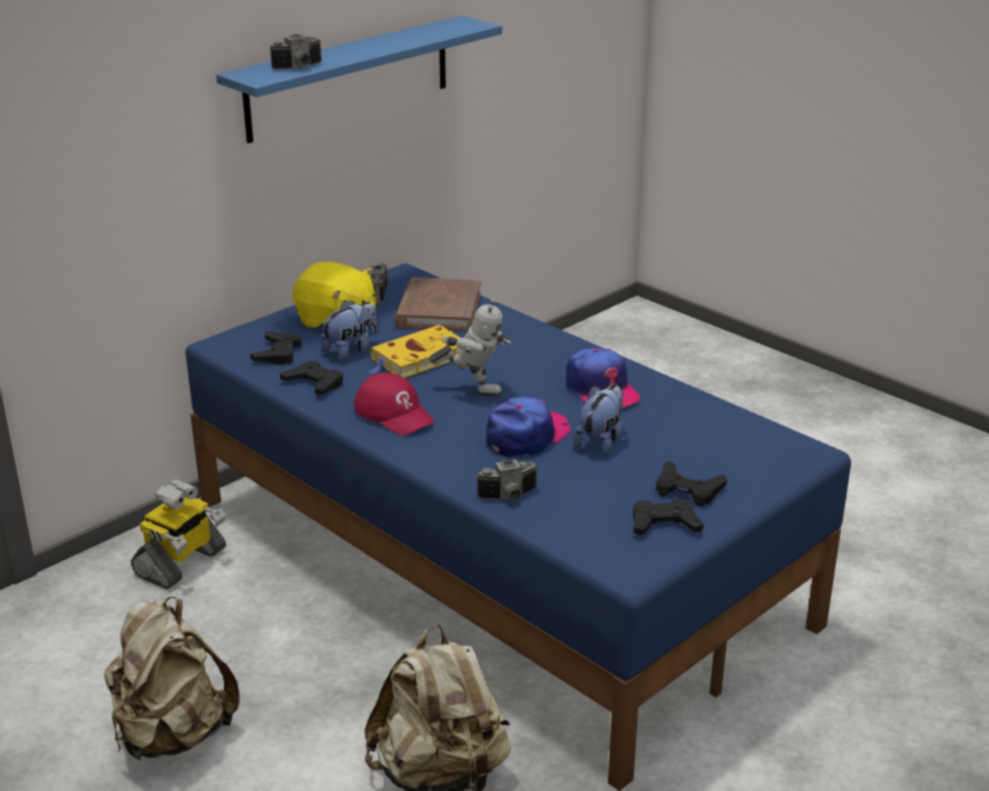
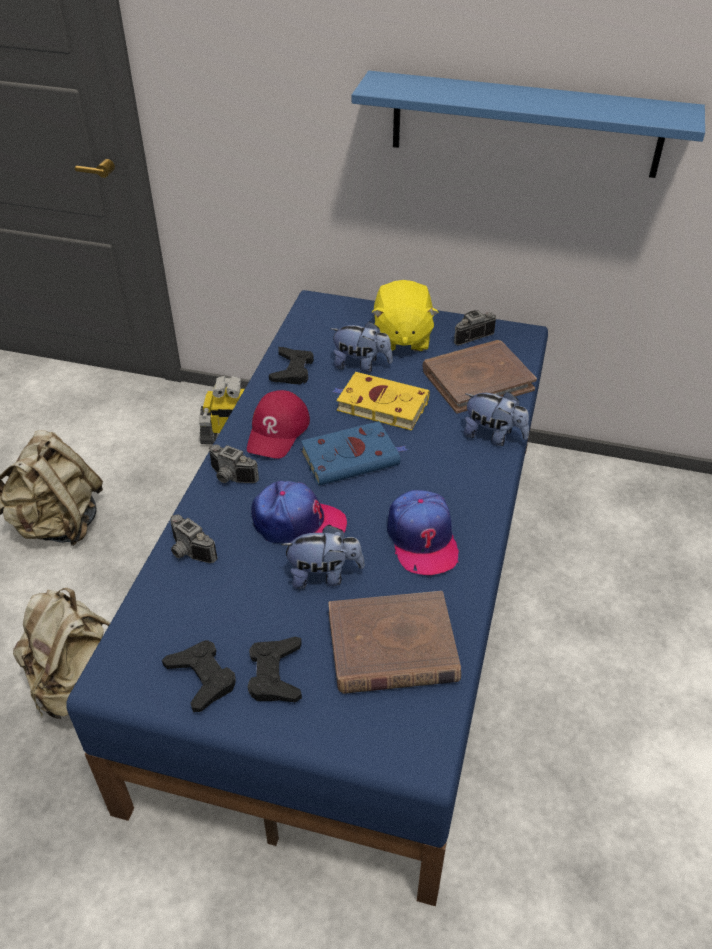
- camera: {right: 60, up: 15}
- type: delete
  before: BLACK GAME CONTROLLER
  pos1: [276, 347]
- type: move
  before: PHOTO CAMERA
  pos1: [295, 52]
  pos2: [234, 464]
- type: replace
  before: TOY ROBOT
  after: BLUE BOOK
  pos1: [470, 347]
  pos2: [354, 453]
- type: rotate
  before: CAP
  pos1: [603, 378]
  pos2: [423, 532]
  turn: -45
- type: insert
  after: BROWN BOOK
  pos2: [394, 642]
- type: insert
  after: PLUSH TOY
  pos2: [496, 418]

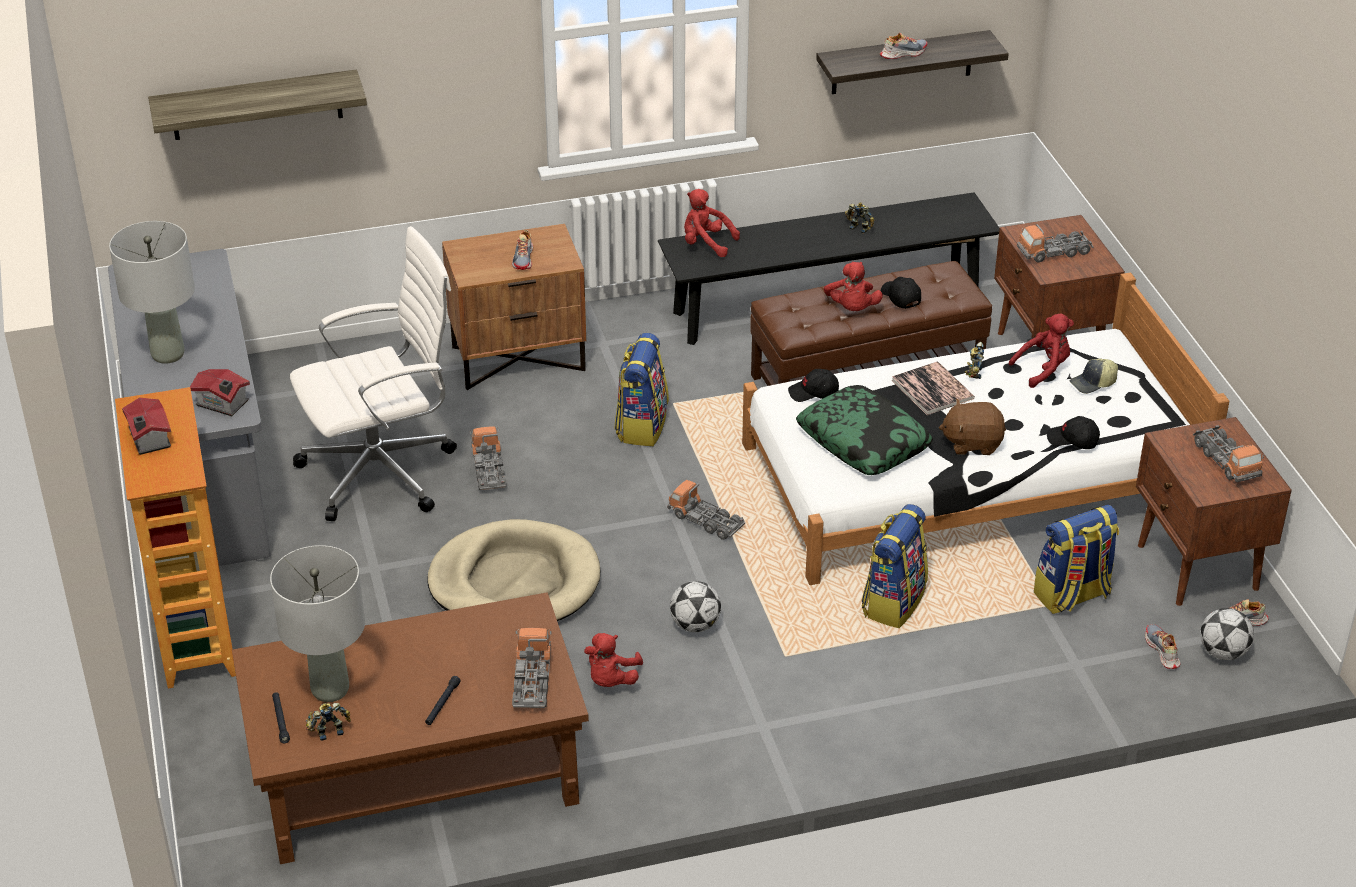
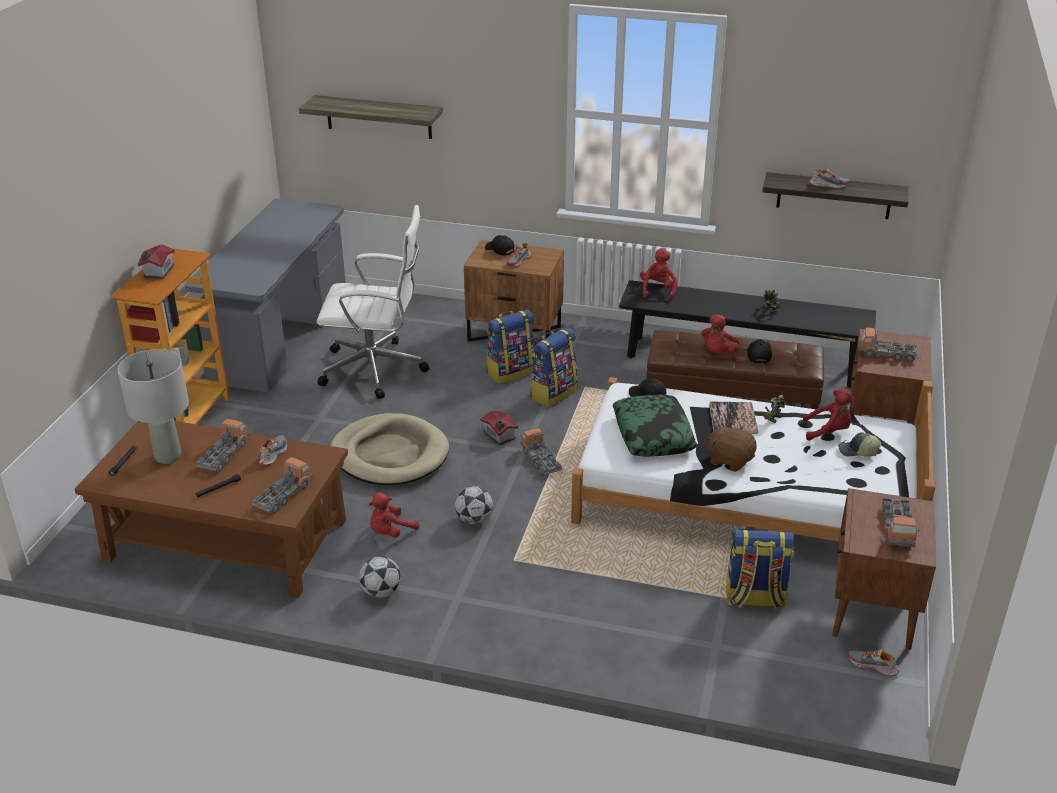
- camera: {right: 30, up: -5}
- type: delete
  before: GREY TABLE LAMP
  pos1: [152, 292]
- type: move
  before: TOY HOUSE
  pos1: [220, 392]
  pos2: [499, 428]
- type: delete
  before: TOY ROBOT
  pos1: [328, 722]
- type: move
  before: TOY TRUCK
  pos1: [488, 458]
  pos2: [222, 445]
- type: rotate
  before: RED PLUSH TOY
  pos1: [712, 223]
  pos2: [659, 274]
  turn: 45
- type: move
  before: BACKPACK
  pos1: [894, 566]
  pos2: [511, 346]
- type: move
  before: BLACK CAP
  pos1: [1073, 432]
  pos2: [499, 245]
- type: move
  before: SHOE
  pos1: [1162, 646]
  pos2: [273, 450]
- type: move
  before: FOOTBALL
  pos1: [1227, 634]
  pos2: [380, 577]

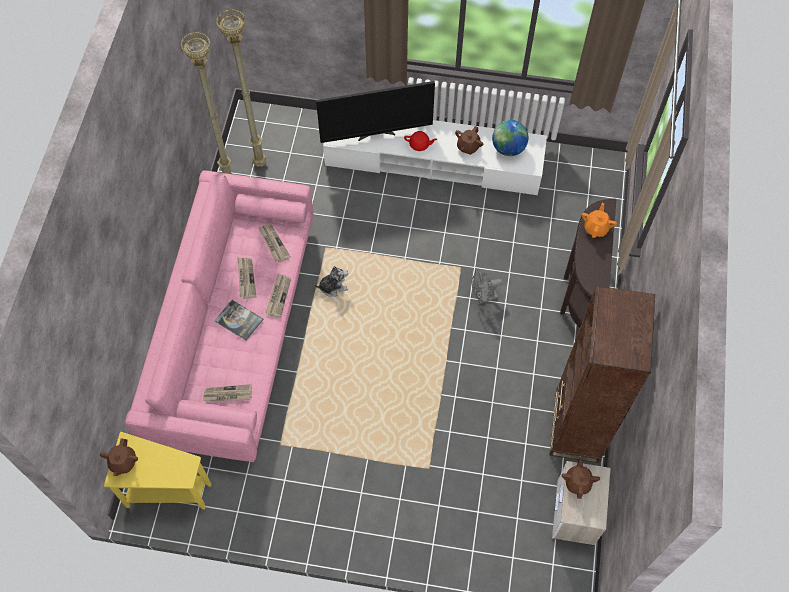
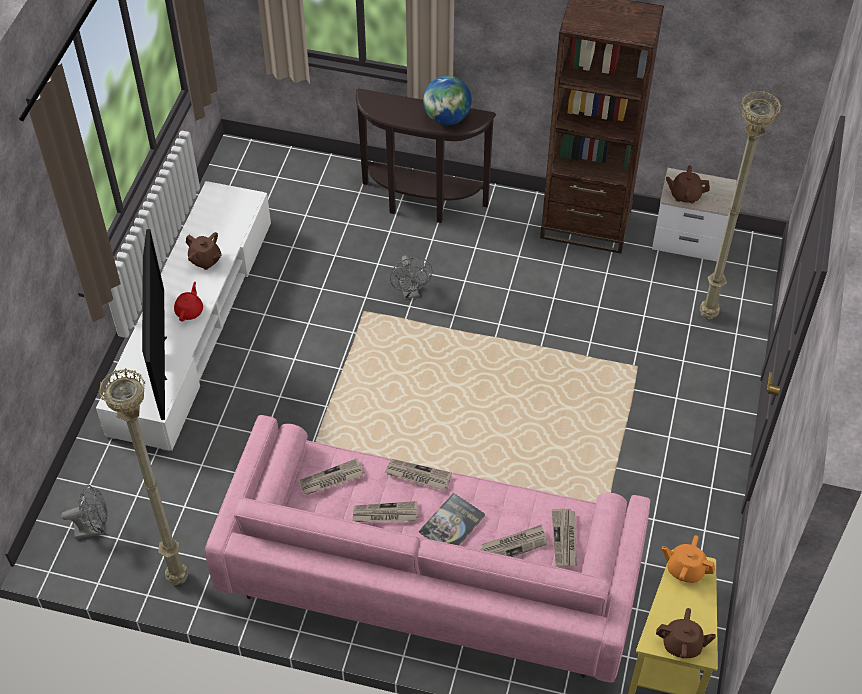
- camera: {right: -85, up: -10}
- type: move
  before: BEIGE FLOOR LAMP
  pos1: [241, 88]
  pos2: [741, 204]
- type: delete
  before: PLUSH TOY
  pos1: [331, 281]
- type: move
  before: GLOBE
  pos1: [510, 138]
  pos2: [447, 100]
- type: move
  before: ORANGE TEAPOT
  pos1: [599, 220]
  pos2: [688, 559]
- type: insert
  after: GREY FAN
  pos2: [84, 512]
- type: insert
  after: NEWSPAPER
  pos2: [513, 541]

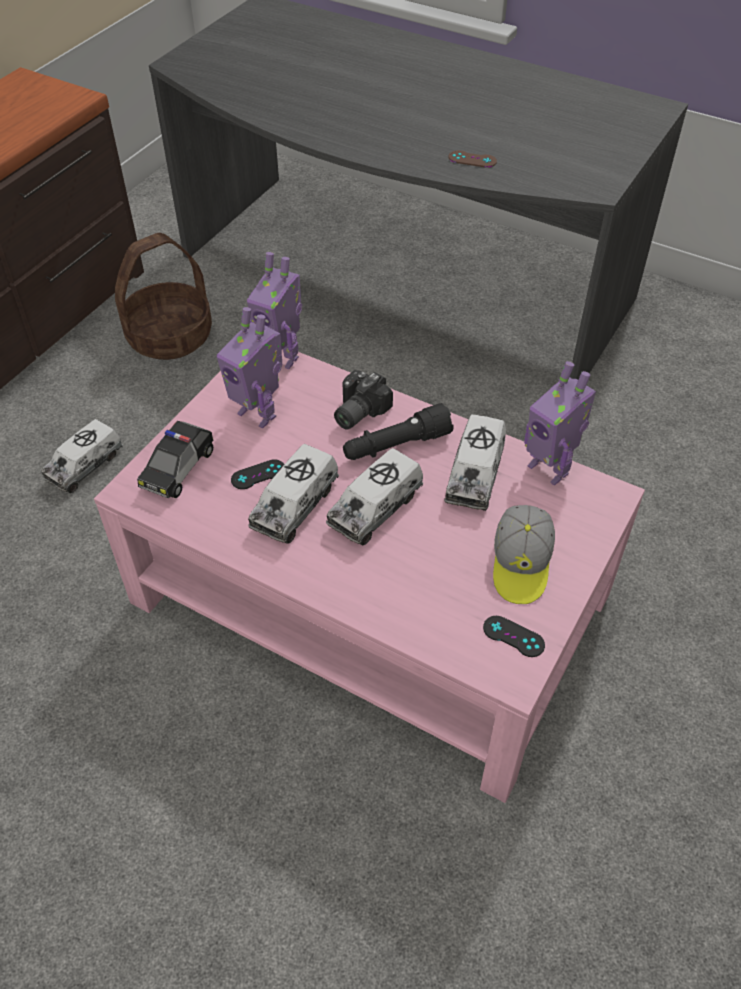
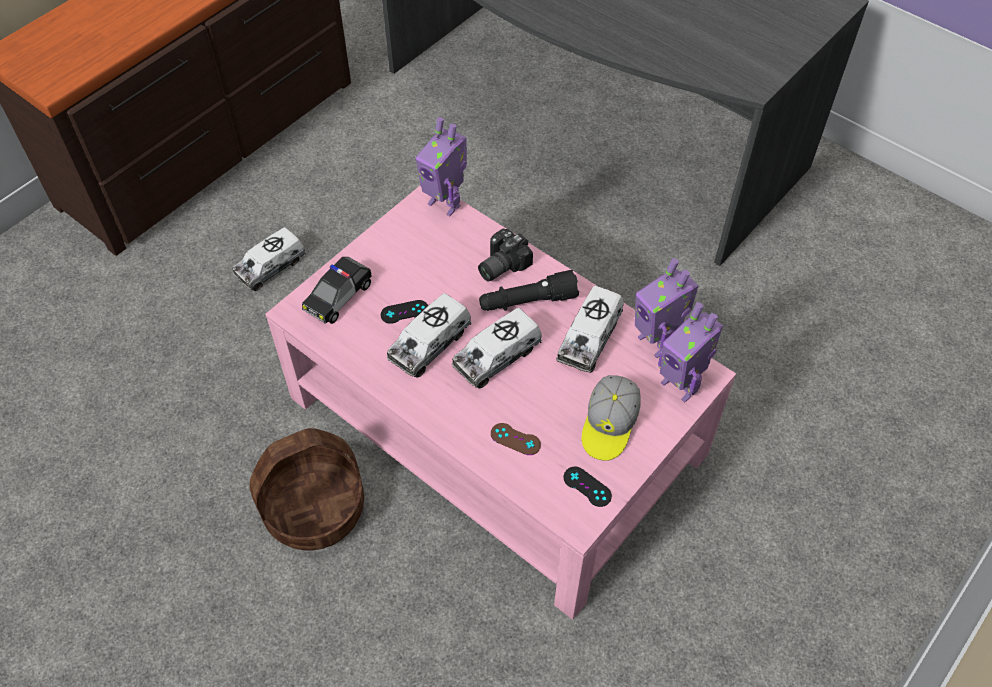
- camera: {right: 10, up: 5}
- type: move
  before: BASKET
  pos1: [163, 296]
  pos2: [307, 489]
- type: move
  before: TOY ROBOT
  pos1: [249, 368]
  pos2: [690, 352]
- type: move
  before: BROWN GAME CONTROLLER
  pos1: [473, 159]
  pos2: [516, 439]

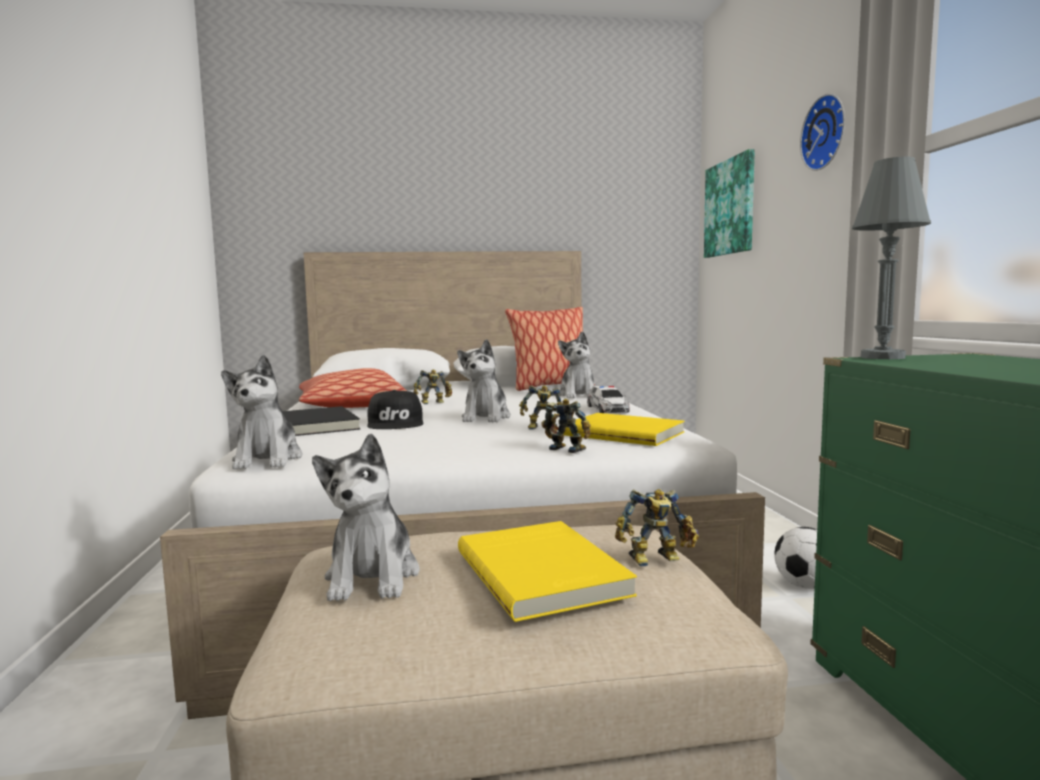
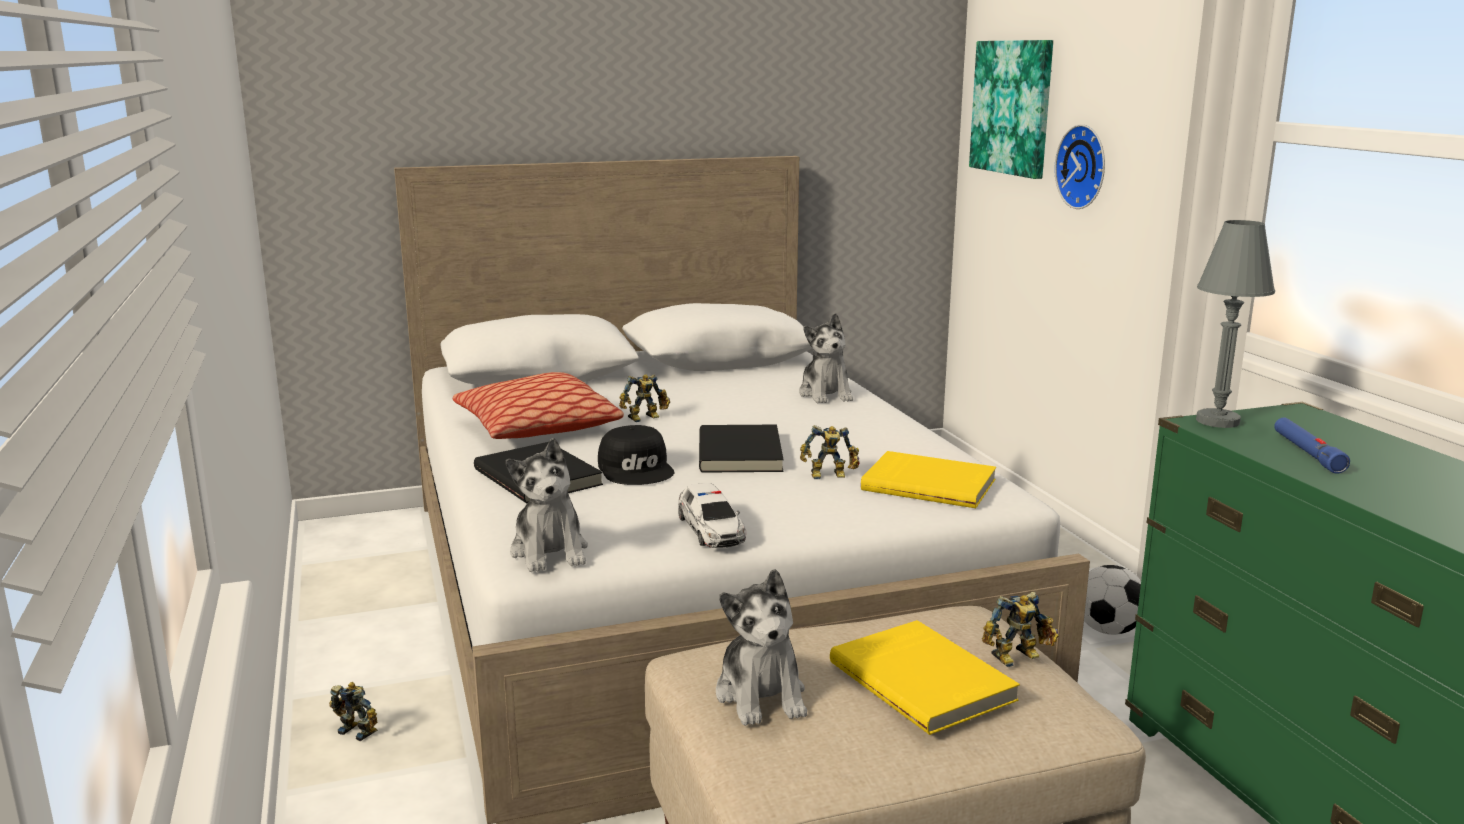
- camera: {right: -10, up: 10}
- type: replace
  before: PLUSH TOY
  after: BLACK BOOK
  pos1: [484, 380]
  pos2: [741, 449]
- type: delete
  before: PILLOW
  pos1: [550, 349]
- type: move
  before: TOY ROBOT
  pos1: [566, 426]
  pos2: [353, 711]
- type: move
  before: TOY CAR
  pos1: [608, 399]
  pos2: [712, 515]
- type: move
  before: WALL CLOCK
  pos1: [822, 132]
  pos2: [1080, 166]
- type: insert
  after: BLUE FLASHLIGHT
  pos2: [1312, 446]

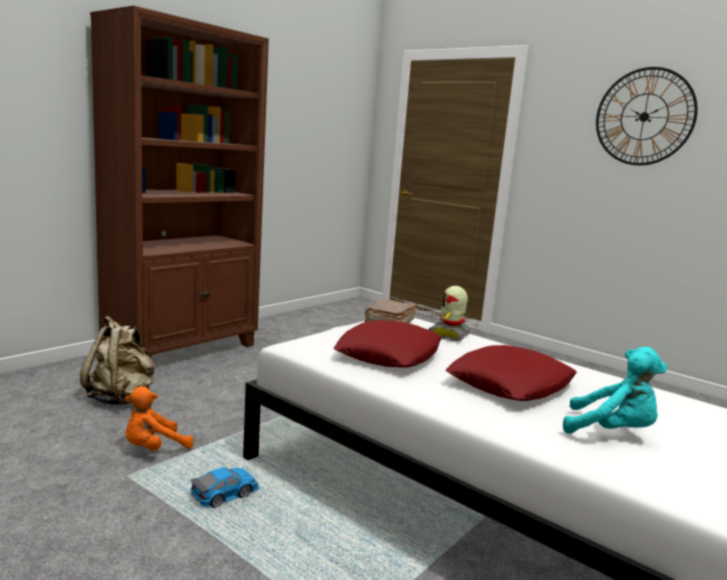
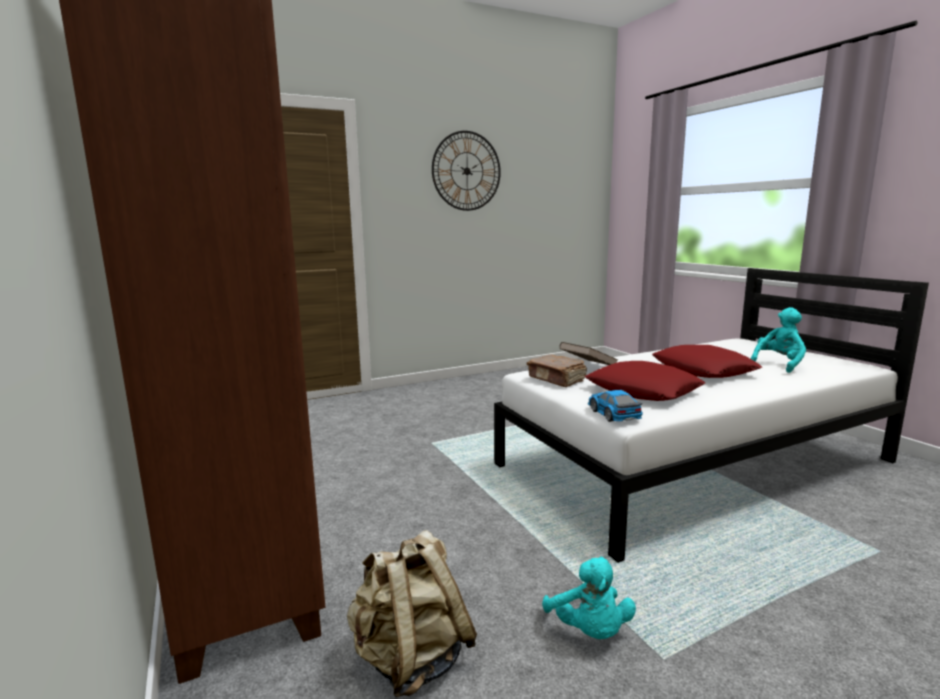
- camera: {right: -65, up: 0}
- type: recolor
  before: ORANGE PLUSH TOY
  after: TURQUOISE PLUSH TOY
  pos1: [159, 418]
  pos2: [589, 598]
- type: move
  before: TOY CAR
  pos1: [224, 487]
  pos2: [615, 406]
- type: replace
  before: TOY ROBOT
  after: BROWN BOOK
  pos1: [449, 313]
  pos2: [588, 353]

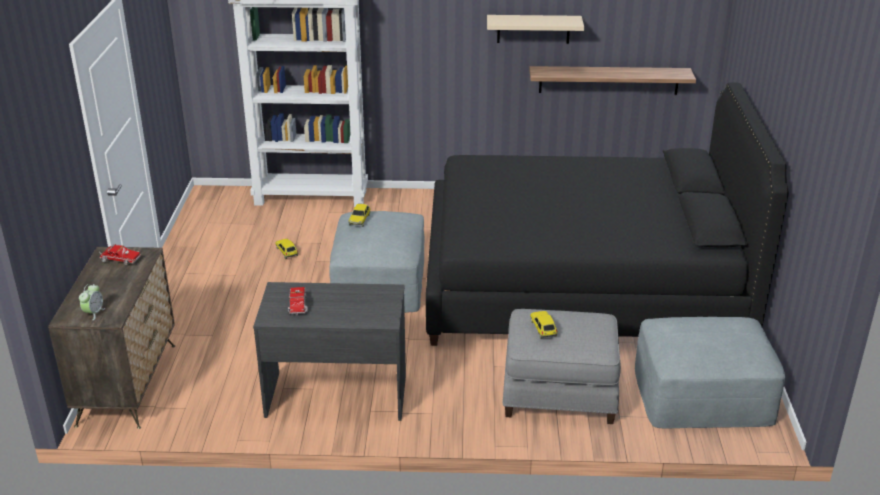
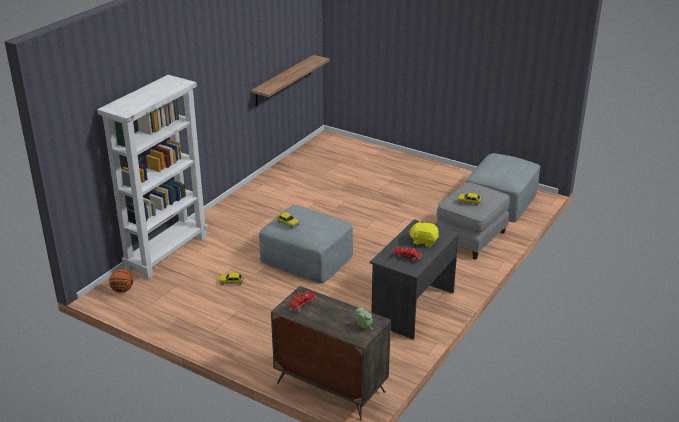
- camera: {right: -60, up: 0}
- type: delete
  before: BLACK BED
  pos1: [607, 214]
- type: delete
  before: BEIGE SHELF
  pos1: [535, 29]
- type: insert
  after: BASKETBALL
  pos2: [121, 281]
- type: insert
  after: YELLOW PLUSH TOY
  pos2: [424, 234]

